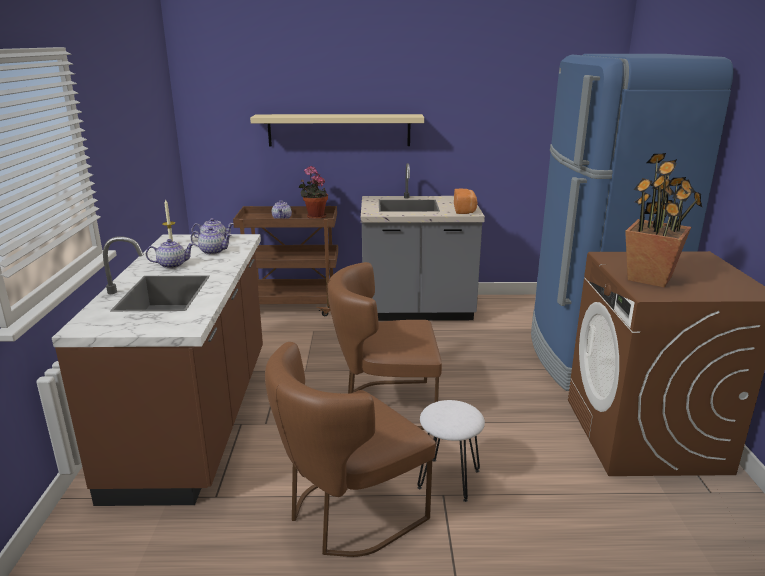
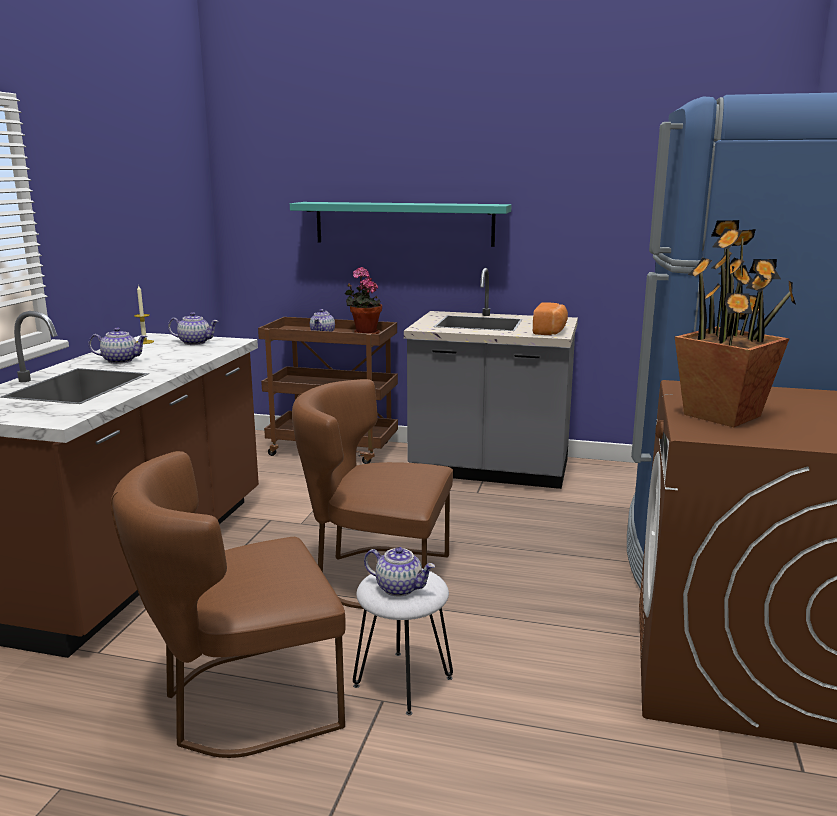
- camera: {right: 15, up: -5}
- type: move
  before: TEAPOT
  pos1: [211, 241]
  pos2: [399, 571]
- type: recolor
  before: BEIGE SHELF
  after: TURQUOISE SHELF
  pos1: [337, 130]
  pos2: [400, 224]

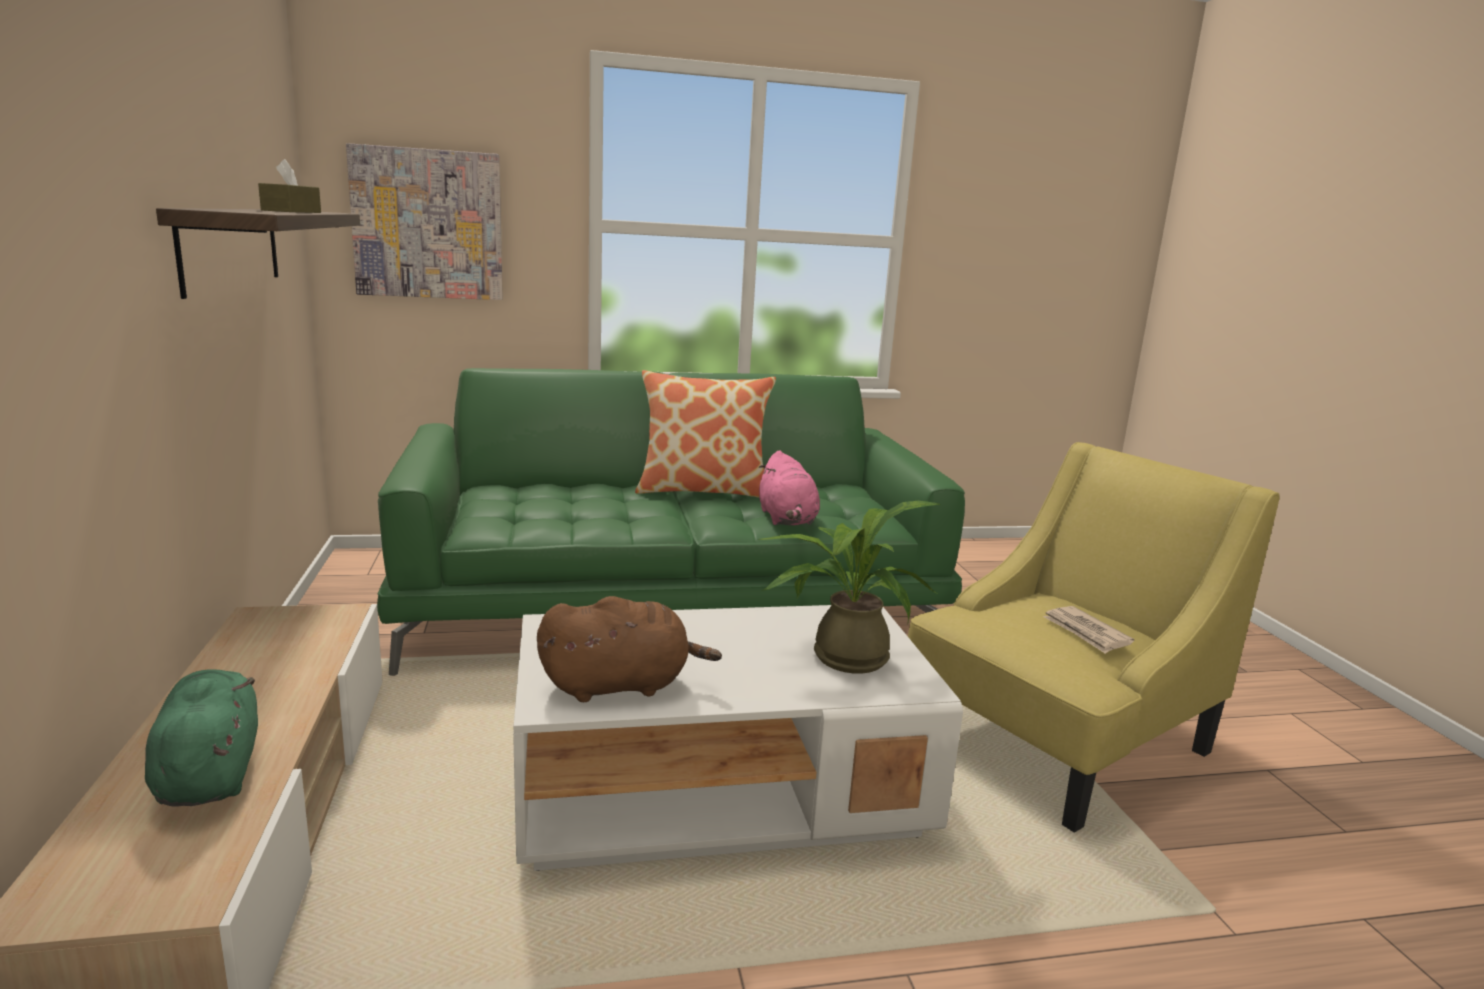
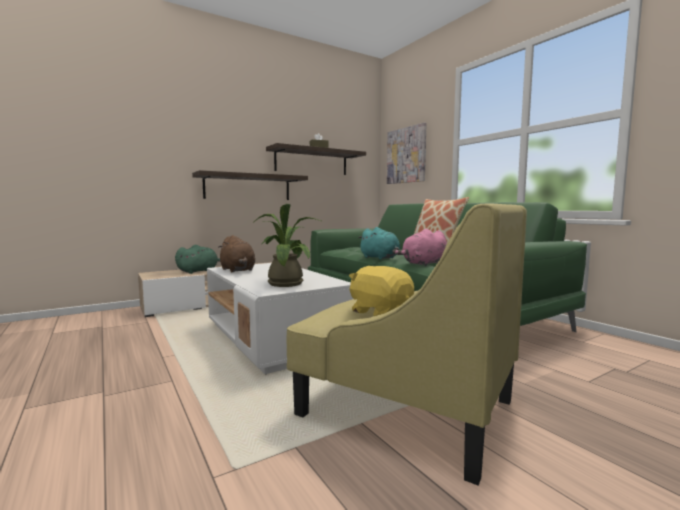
- camera: {right: 70, up: -10}
- type: replace
  before: NEWSPAPER
  after: YELLOW PLUSH TOY
  pos1: [1088, 630]
  pos2: [381, 291]
- type: insert
  after: SHELF
  pos2: [250, 185]
- type: insert
  after: TURQUOISE PLUSH TOY
  pos2: [379, 243]

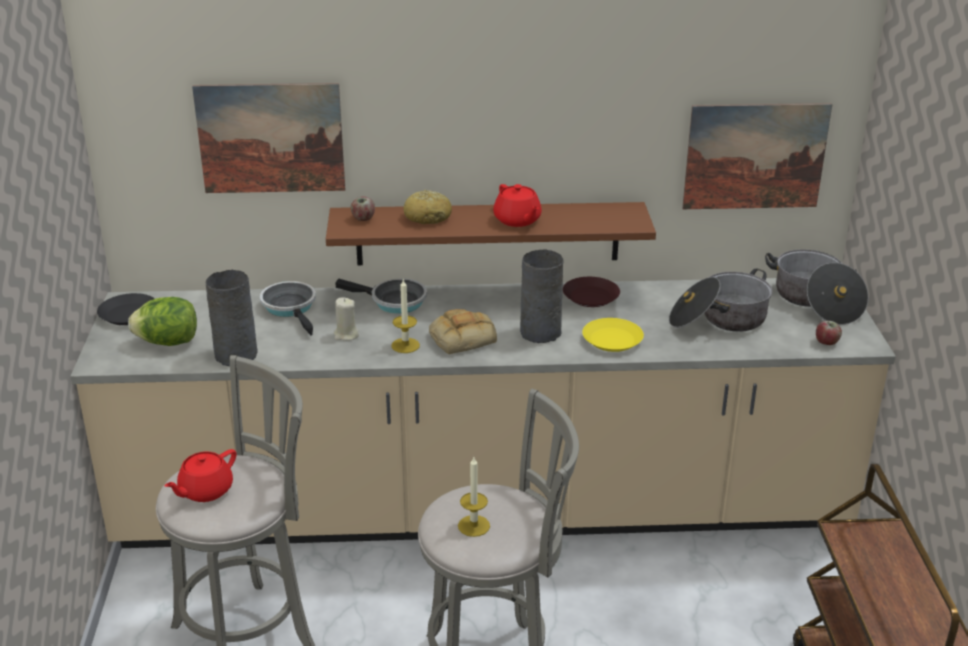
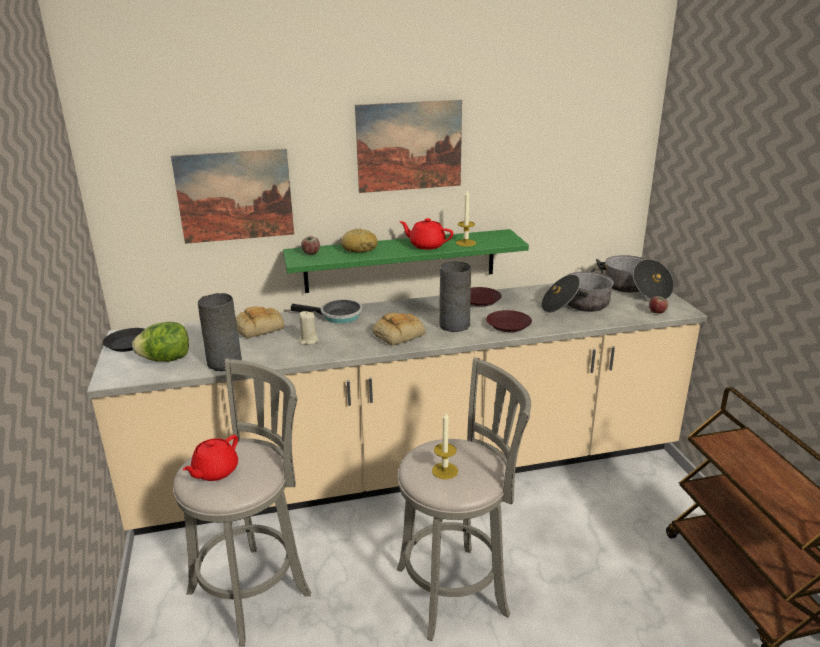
- camera: {right: -10, up: -5}
- type: replace
  before: FRYING PAN
  after: BREAD
  pos1: [288, 308]
  pos2: [260, 322]
- type: recolor
  before: BROWN SHELF
  after: GREEN SHELF
  pos1: [491, 233]
  pos2: [406, 261]
- type: move
  before: CANDLE
  pos1: [405, 316]
  pos2: [466, 218]
- type: rotate
  before: RED TEAPOT
  pos1: [517, 205]
  pos2: [426, 234]
  turn: 150
- type: recolor
  before: YELLOW PLATE
  after: BROWN PLATE
  pos1: [613, 335]
  pos2: [509, 321]
- type: move
  before: PICTURE
  pos1: [757, 156]
  pos2: [408, 146]

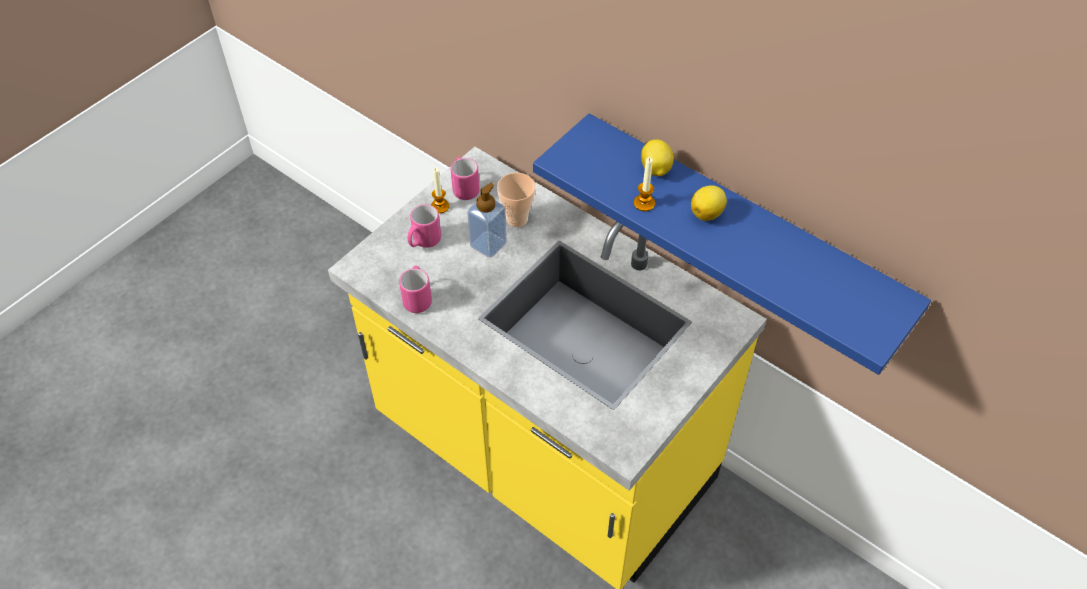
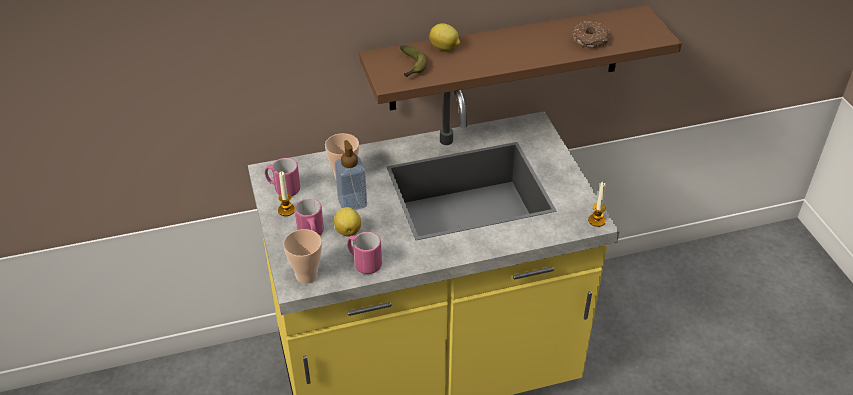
- camera: {right: -55, up: -10}
- type: recolor
  before: BLUE SHELF
  after: BROWN SHELF
  pos1: [732, 244]
  pos2: [520, 57]
- type: move
  before: CANDLE
  pos1: [644, 184]
  pos2: [597, 204]
- type: move
  before: LEMON
  pos1: [709, 203]
  pos2: [347, 222]
- type: insert
  after: CUP
  pos2: [302, 256]
- type: insert
  after: BANANA
  pos2: [414, 61]
- type: insert
  after: DONUT
  pos2: [591, 34]

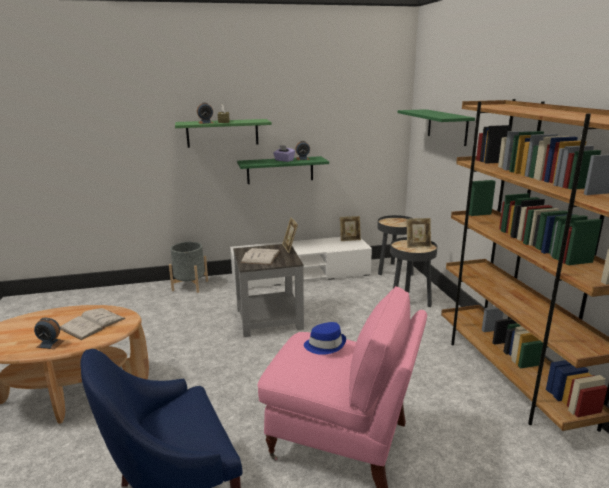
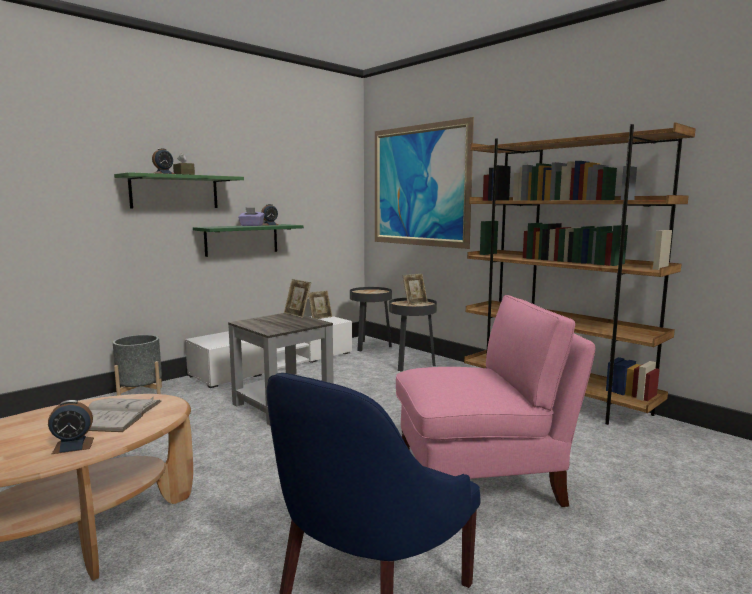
- camera: {right: -30, up: -10}
- type: delete
  before: WHITE BOOK
  pos1: [260, 256]
- type: delete
  before: BLUE HAT
  pos1: [325, 338]
- type: replace
  before: GREEN SHELF
  after: PICTURE
  pos1: [436, 127]
  pos2: [424, 183]

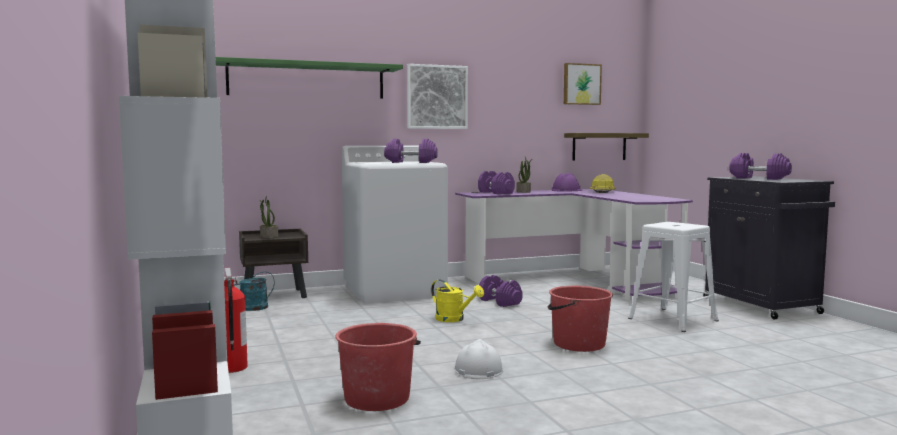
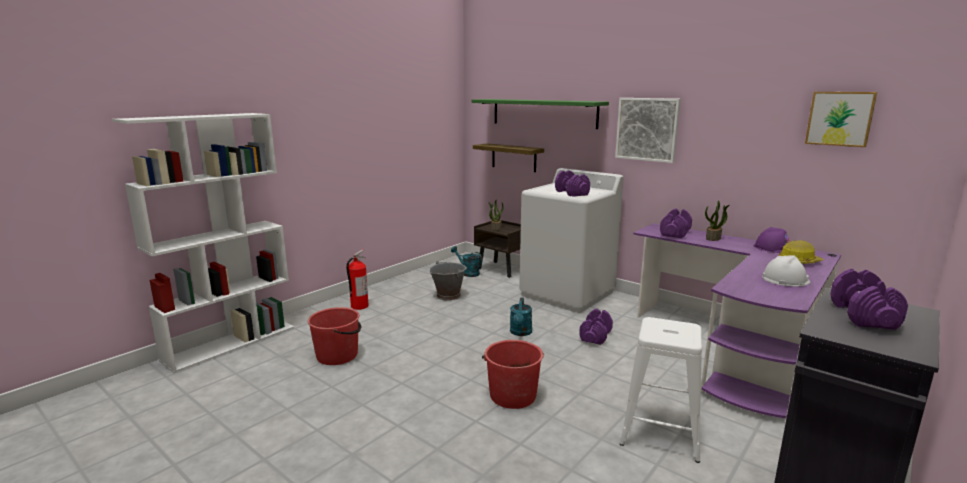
- camera: {right: 60, up: 10}
- type: recolor
  before: YELLOW WATERING CAN
  after: TURQUOISE WATERING CAN
  pos1: [457, 301]
  pos2: [521, 316]
- type: move
  before: WHITE HARD HAT
  pos1: [479, 359]
  pos2: [786, 270]
- type: move
  before: SHELF
  pos1: [606, 147]
  pos2: [508, 157]
- type: insert
  after: GREY BUCKET
  pos2: [448, 280]

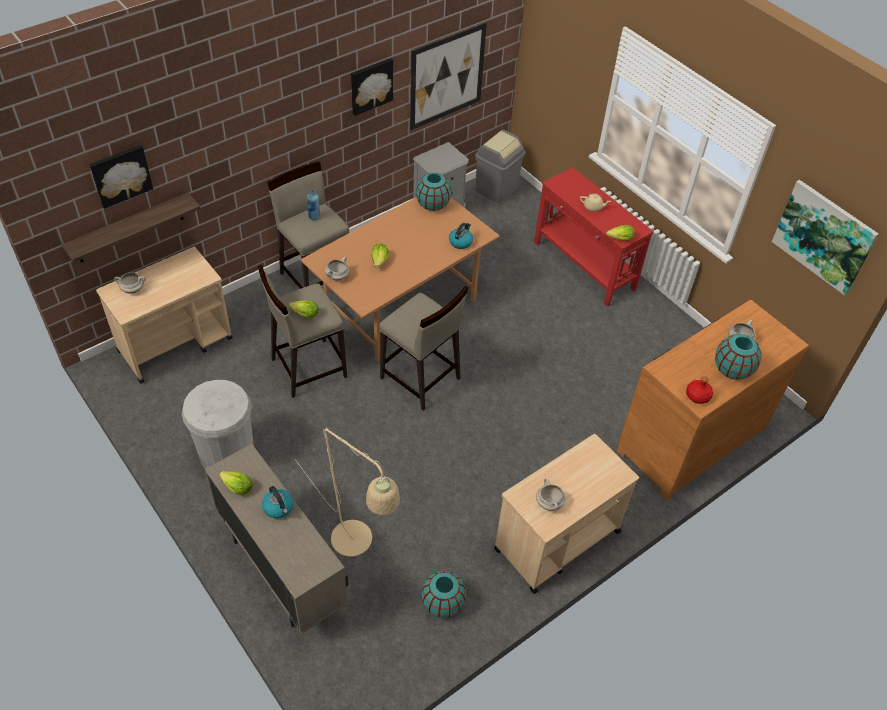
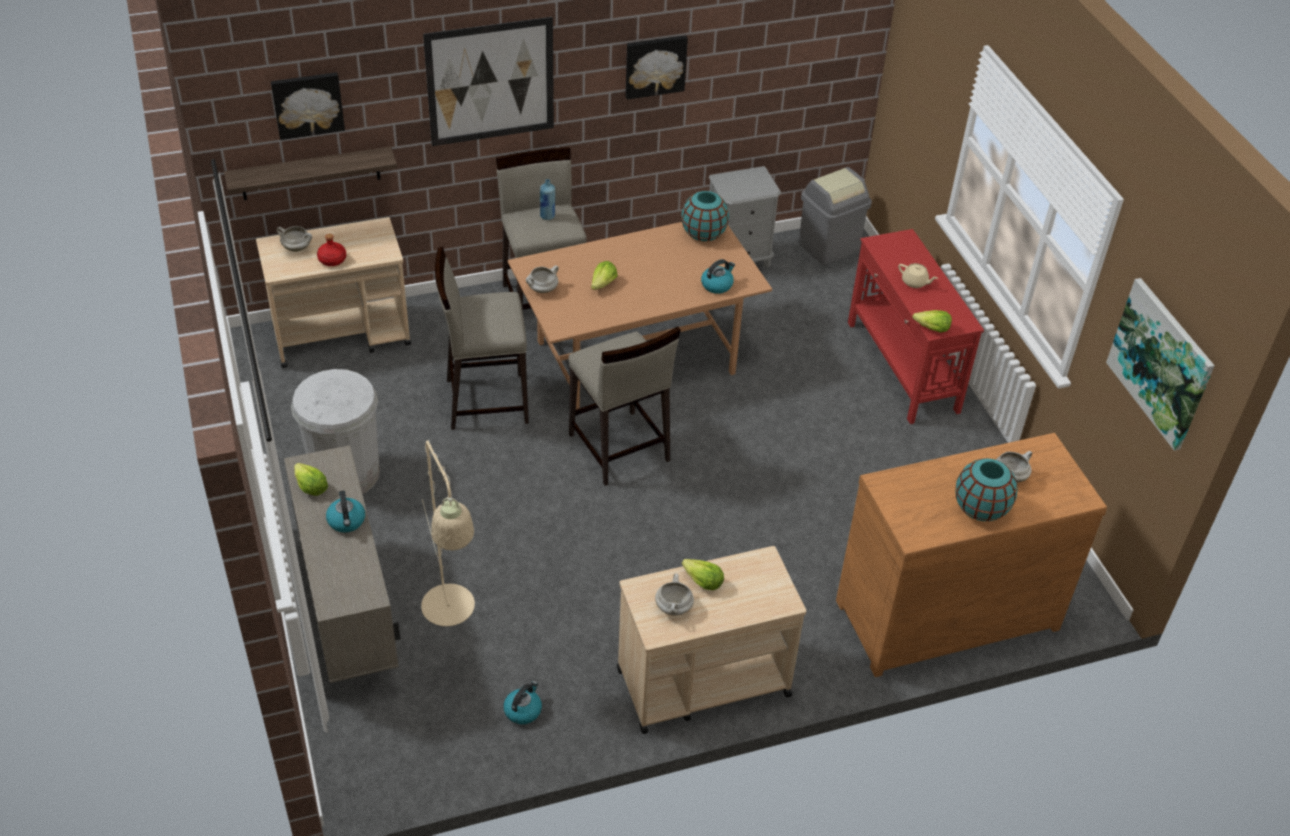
- camera: {right: 20, up: -5}
- type: move
  before: LETTUCE
  pos1: [303, 309]
  pos2: [703, 574]
- type: move
  before: PICTURE
  pos1: [448, 76]
  pos2: [488, 81]
- type: replace
  before: TURQUOISE VASE
  after: KETTLE
  pos1: [443, 594]
  pos2: [522, 702]
- type: move
  before: RED BOTTLE
  pos1: [699, 390]
  pos2: [331, 250]

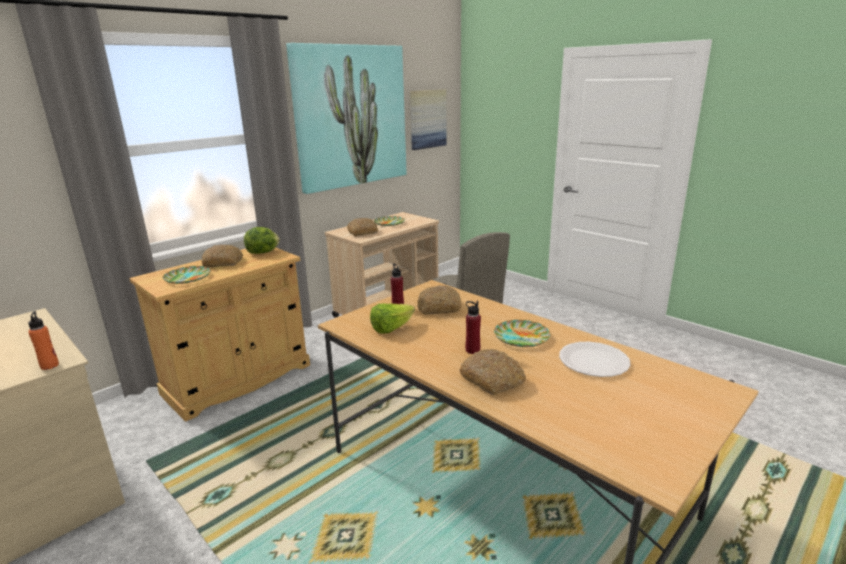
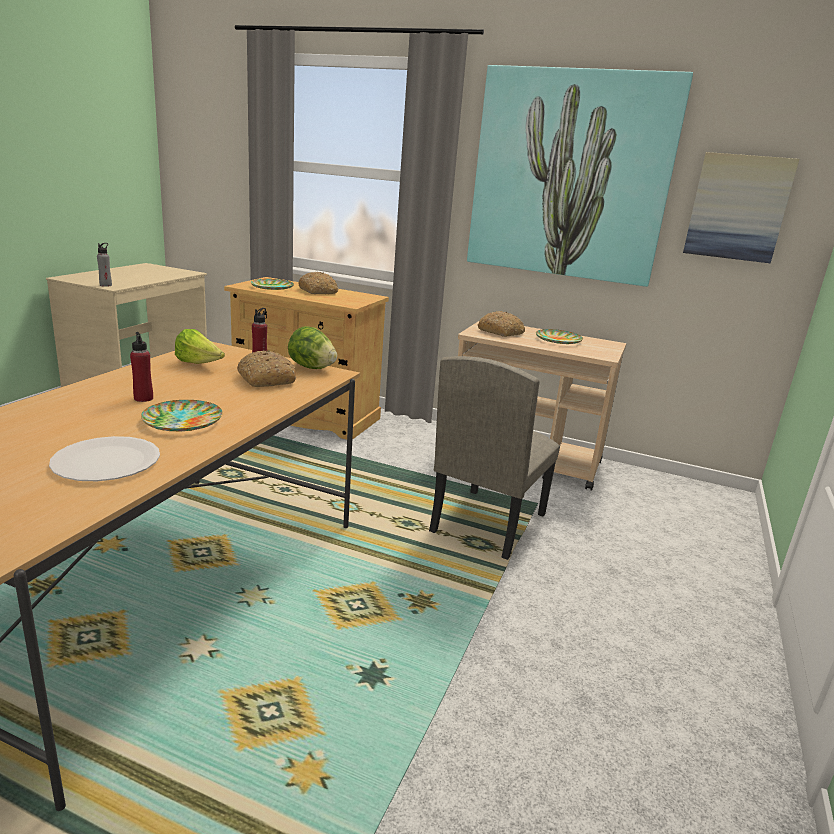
- camera: {right: 65, up: 0}
- type: recolor
  before: ORANGE BOTTLE
  after: GREY BOTTLE
  pos1: [43, 340]
  pos2: [104, 265]
- type: move
  before: LETTUCE
  pos1: [262, 240]
  pos2: [312, 347]
- type: delete
  before: BREAD
  pos1: [492, 372]

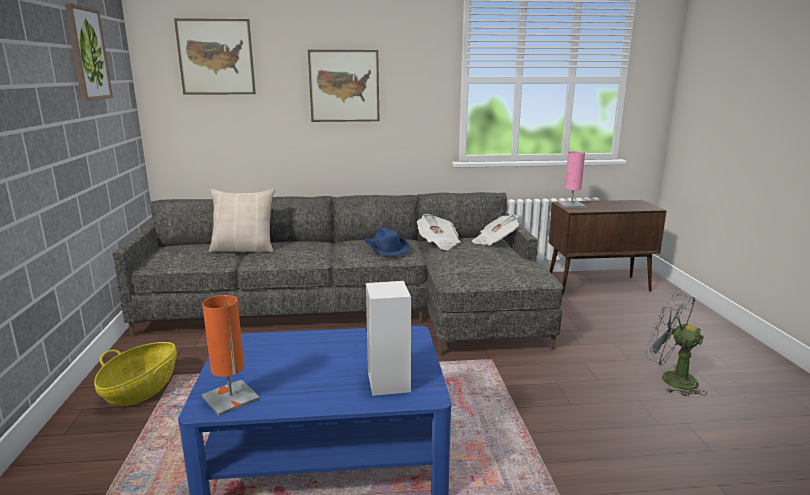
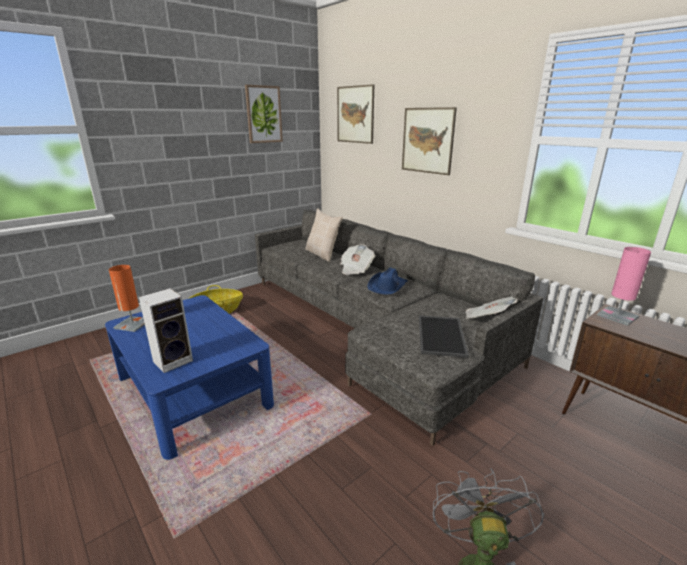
- camera: {right: 55, up: 5}
- type: move
  before: NEWSPAPER
  pos1: [439, 232]
  pos2: [357, 259]
- type: insert
  after: TRAY
  pos2: [444, 336]

